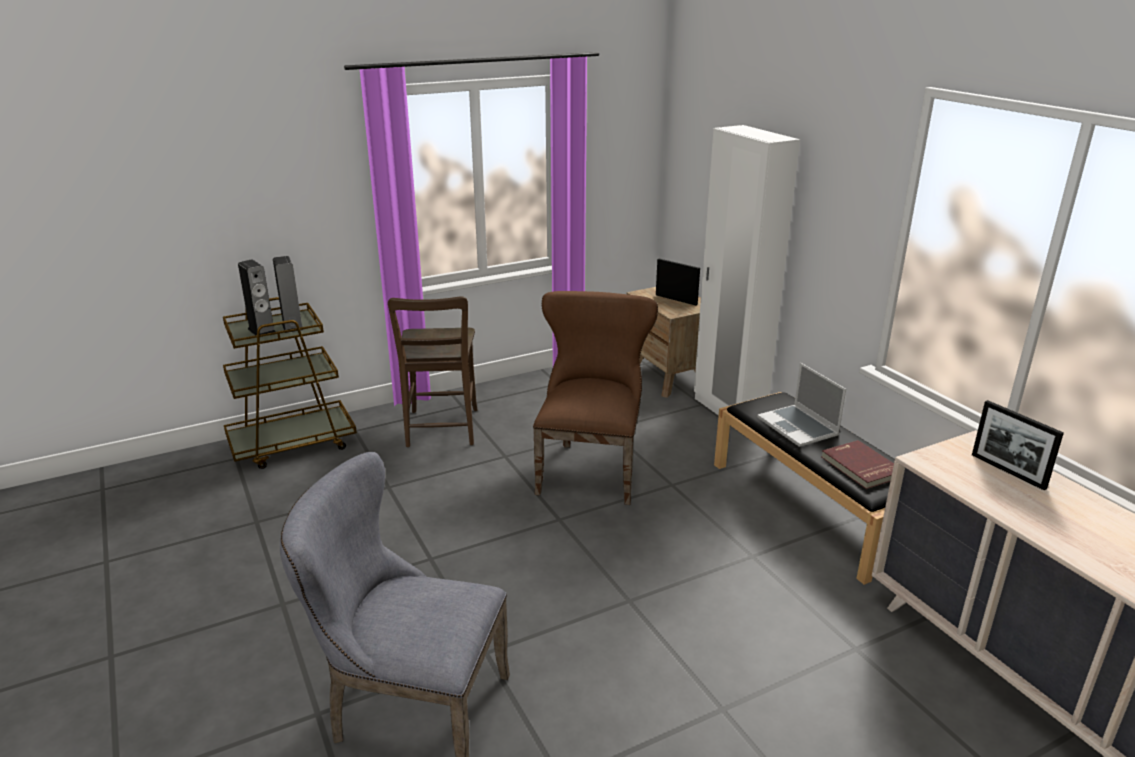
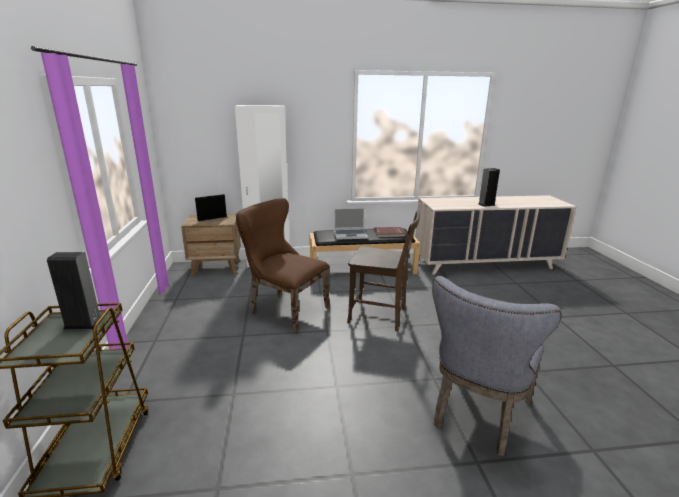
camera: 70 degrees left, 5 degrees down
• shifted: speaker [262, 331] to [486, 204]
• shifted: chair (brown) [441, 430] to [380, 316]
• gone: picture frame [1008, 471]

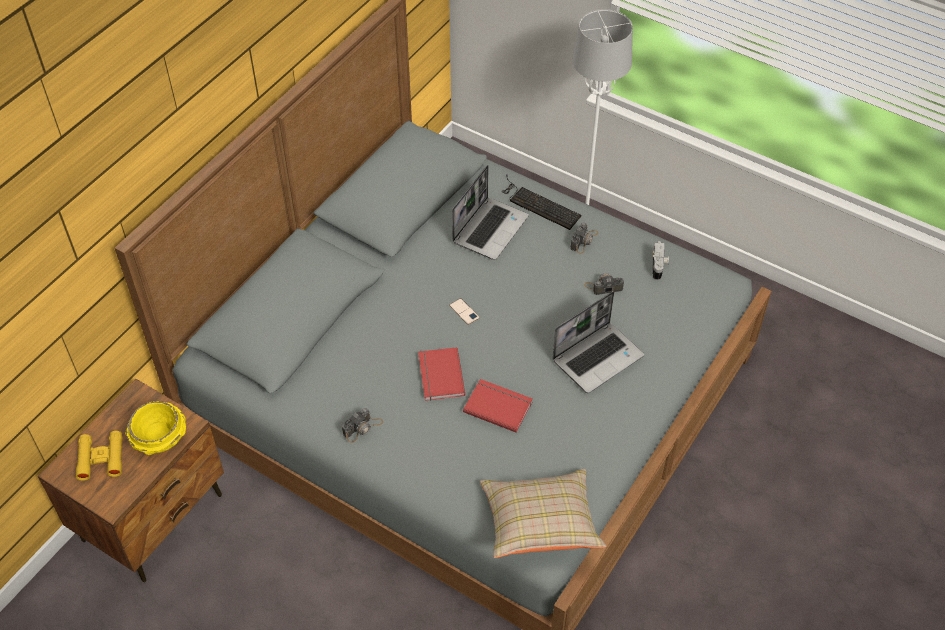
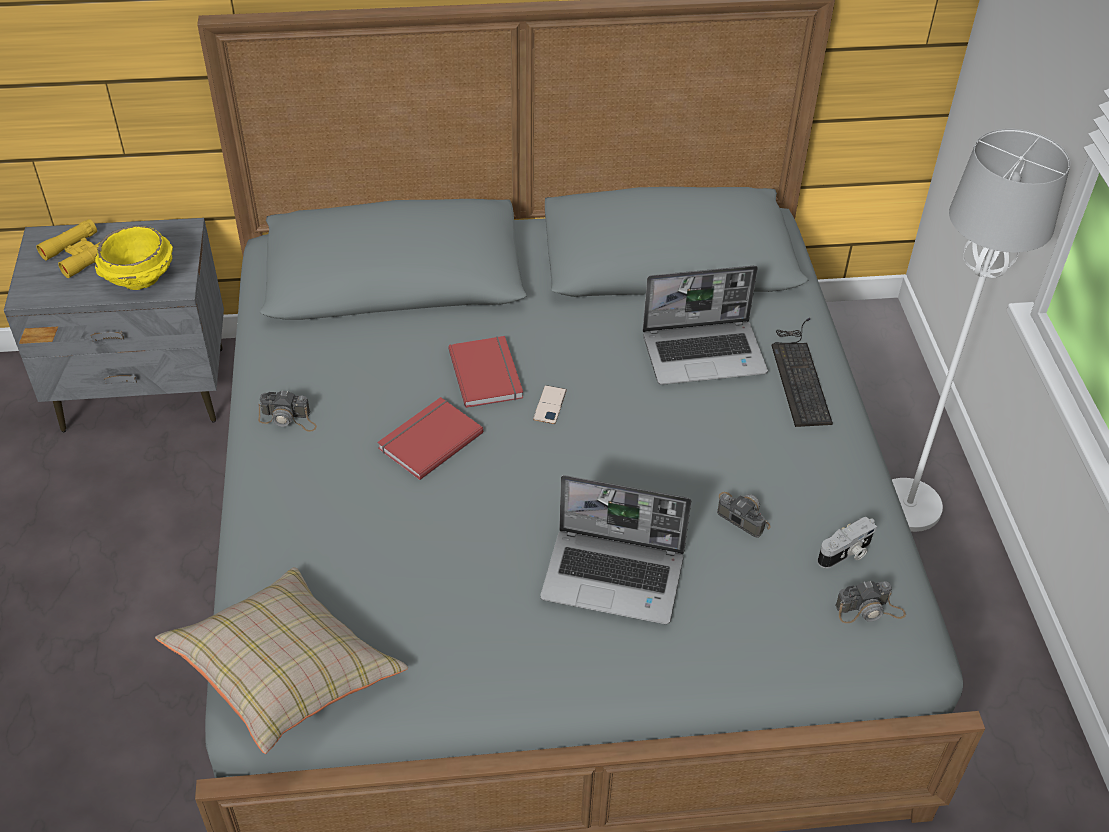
camera: 50 degrees right, 5 degrees down
• shifted: photo camera [584, 240] to [869, 610]
• repainted: nightstand (brown) [154, 517] to nightstand (grey) [145, 390]
• shifted: book (red) [498, 405] to [488, 373]

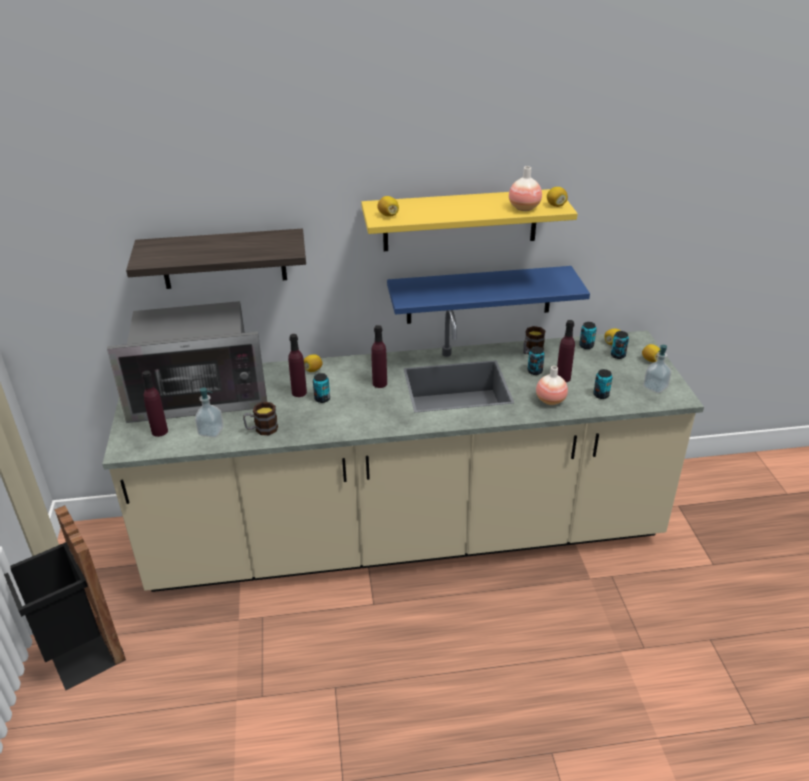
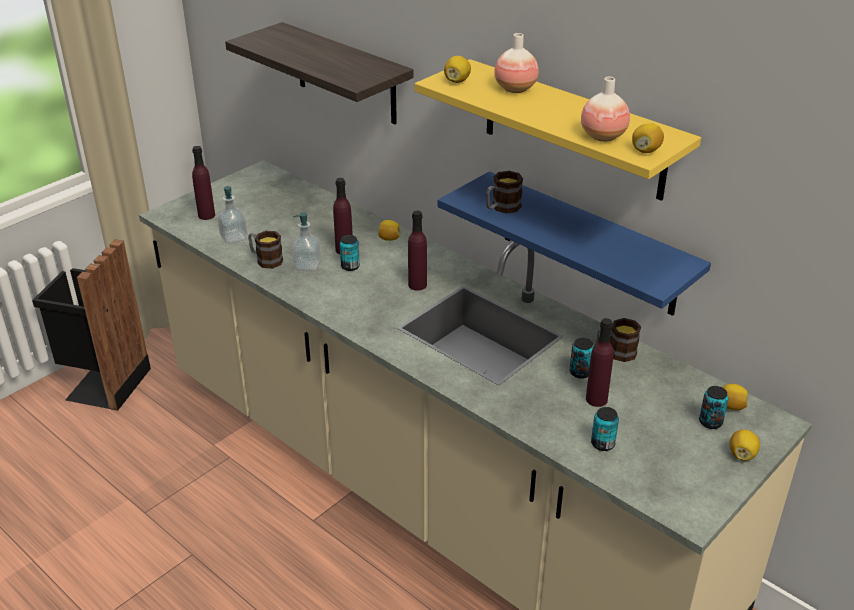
camera: 50 degrees right, 0 degrees up
• gone: microwave [199, 394]
• gone: can [586, 346]
• shifted: soap dispenser [655, 387] to [307, 265]
• shifted: vase [550, 400] to [515, 89]
• new: mug [501, 208]

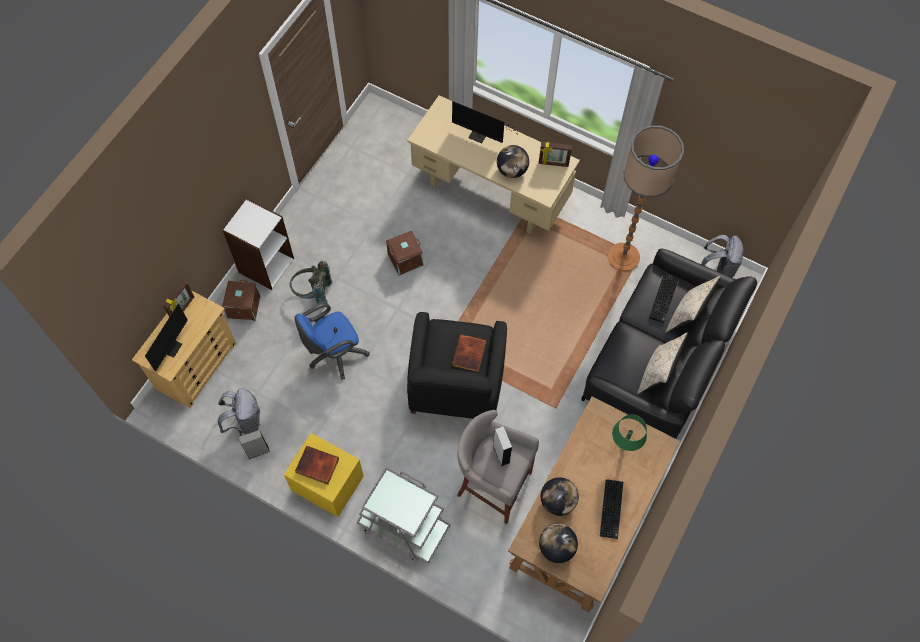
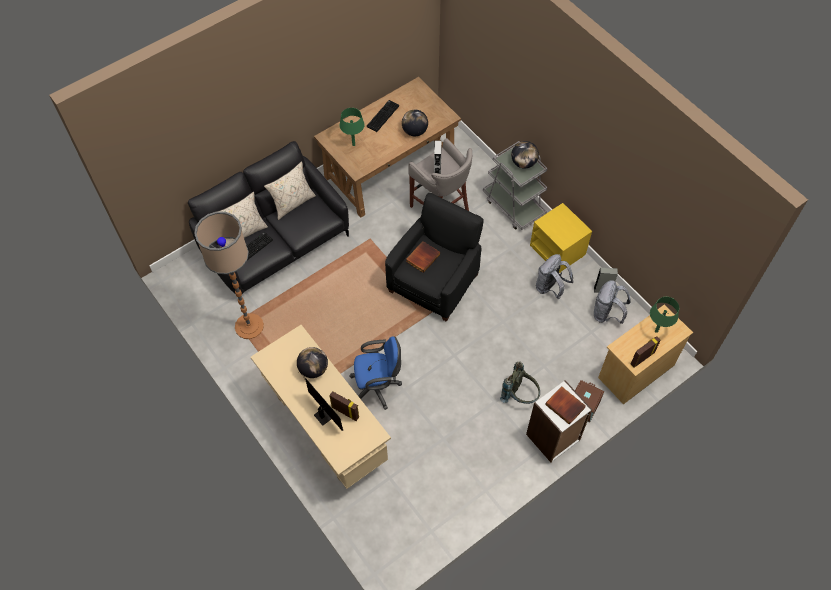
camera: 155 degrees left, 5 degrees down
• shifted: picture frame [553, 163] to [345, 412]
• gone: storage box (brown) [405, 259]
• shifted: backpack (grey) [717, 270] to [550, 288]
• swapped: monitor [173, 345] to table lamp (green) [656, 331]
• shifted: office chair (blue) [334, 354] to [377, 387]
• shifted: book [316, 466] to [565, 406]
• shifted: globe [556, 547] to [523, 163]

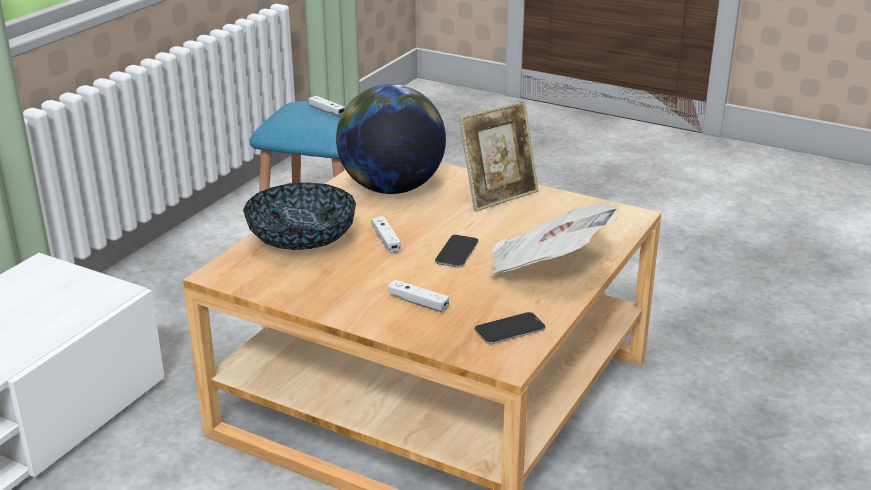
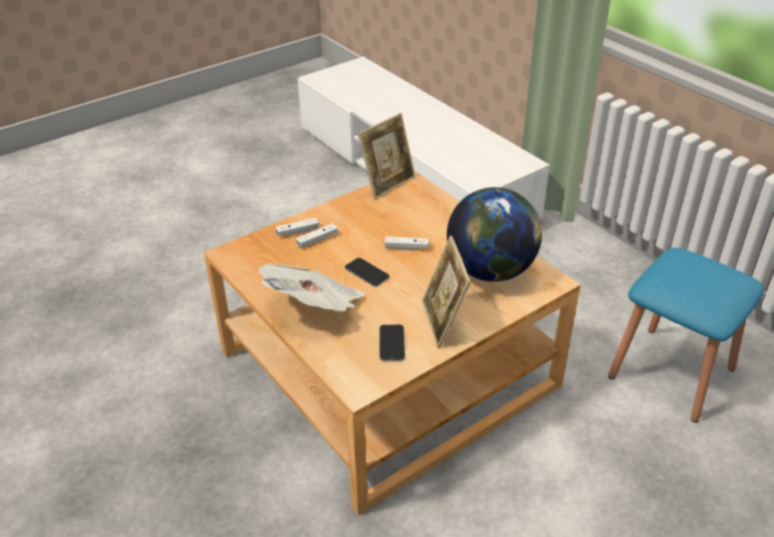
camera: 115 degrees right, 10 degrees up
• shifted: game controller (white) [327, 111] to [297, 231]
• gone: bowl [302, 241]
• shifted: phone [510, 330] to [392, 343]
• new: picture frame [388, 184]

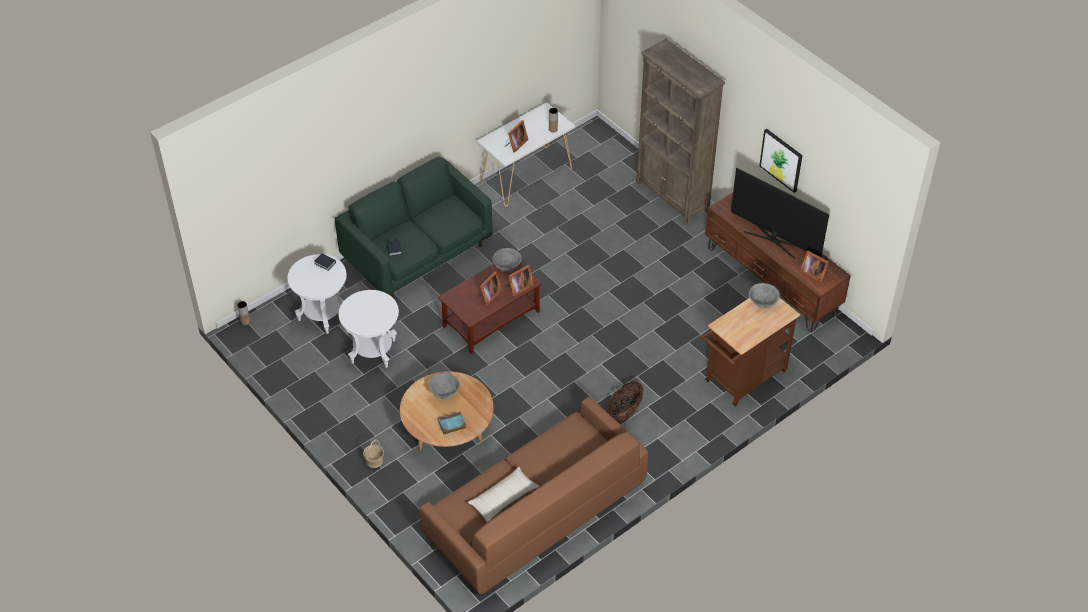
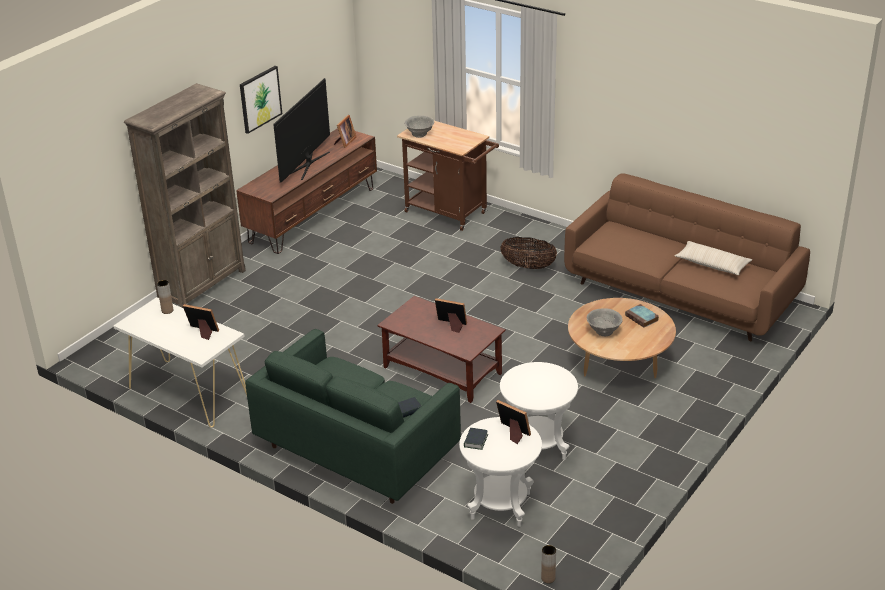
camera: 105 degrees left, 15 degrees down
• gone: bowl (grey) [507, 267]
• shifted: picture frame [519, 288] to [513, 433]
• gone: basket [374, 460]

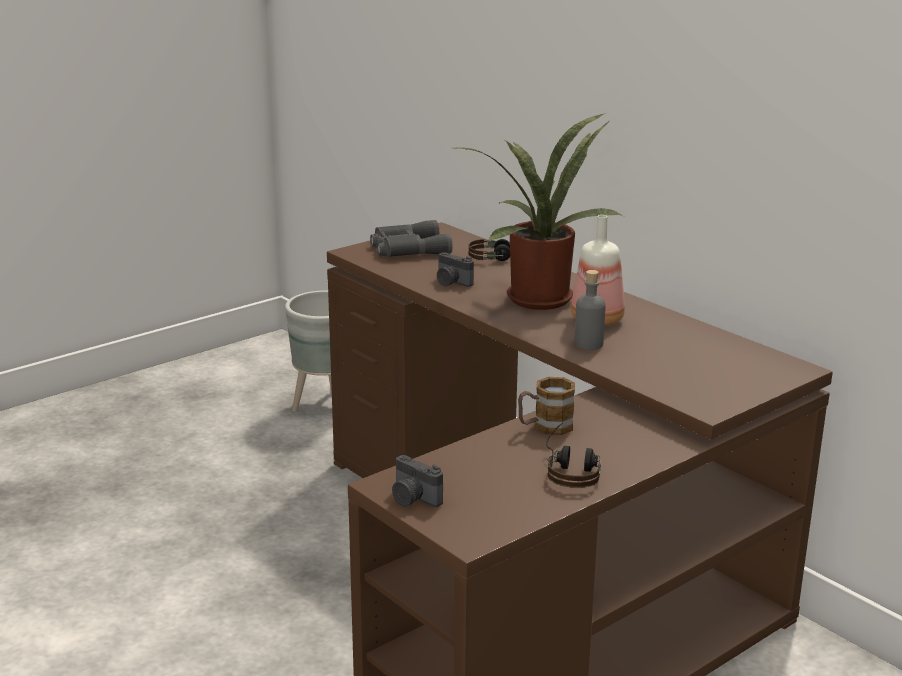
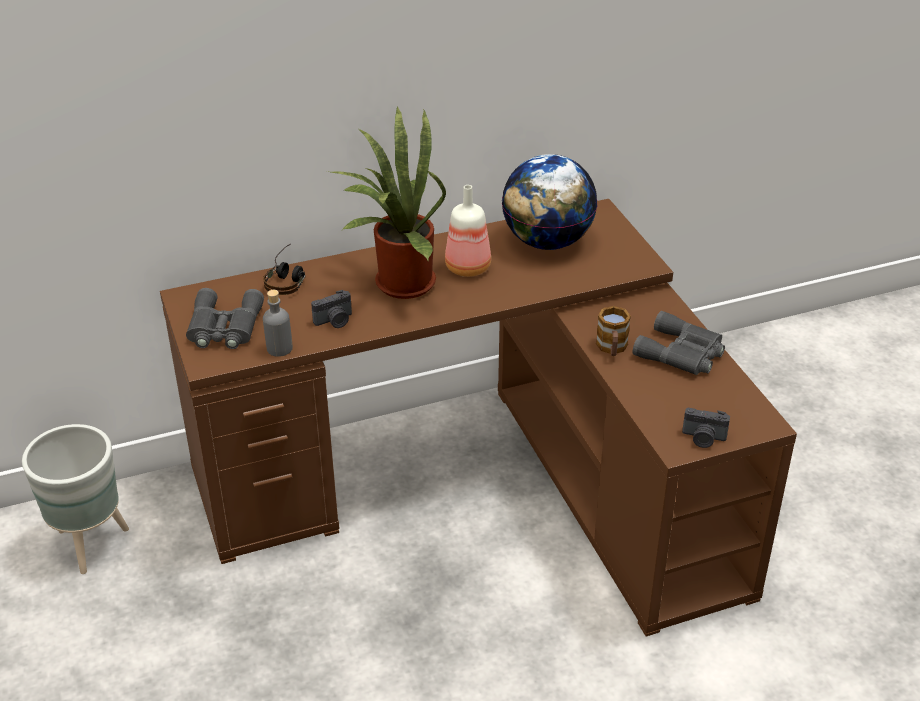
camera: 70 degrees left, 15 degrees up
• shifted: bottle (grey) [588, 344] to [279, 348]
• swapped: headphones [572, 469] to binoculars (grey) [682, 353]
• rotated: photo camera [413, 499] = [703, 438] 45 degrees clockwise
• new: globe [547, 242]

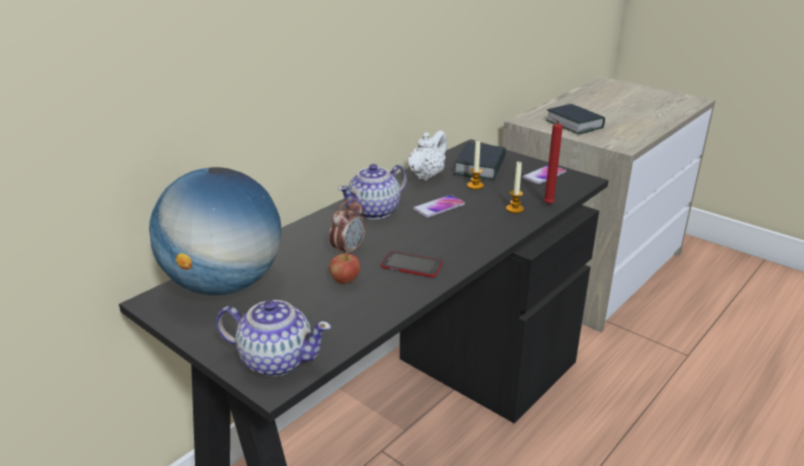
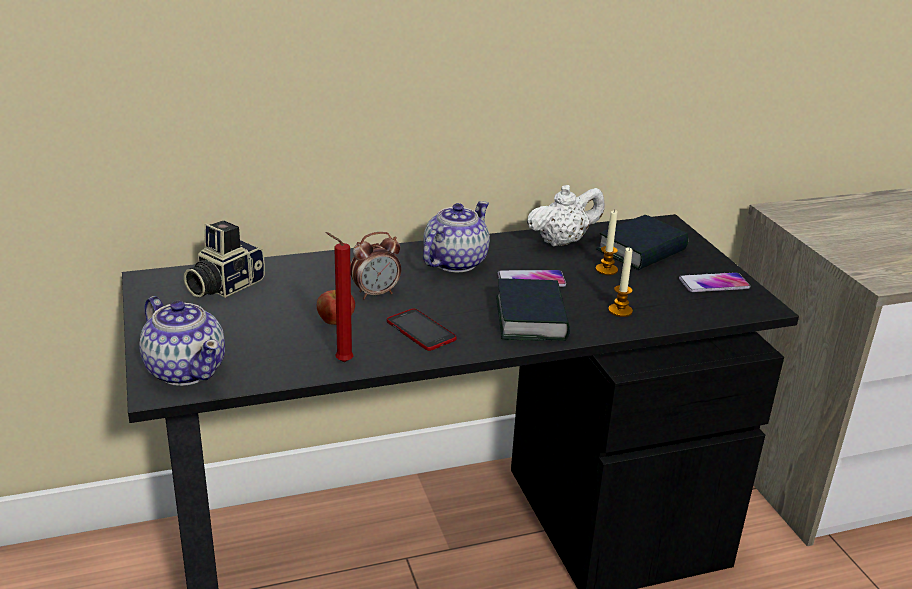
camera: 30 degrees right, 0 degrees up
• shifted: book [574, 124] to [531, 318]
• shifted: candle (red) [547, 205] to [341, 362]
• rotated: teapot [375, 211] = [454, 262] 135 degrees clockwise
• swapped: globe [224, 284] to photo camera [223, 286]

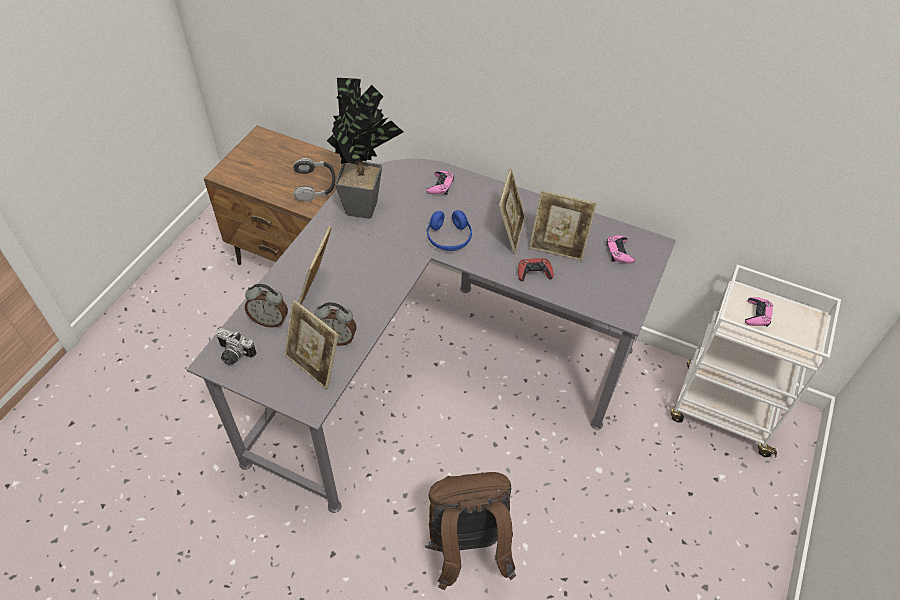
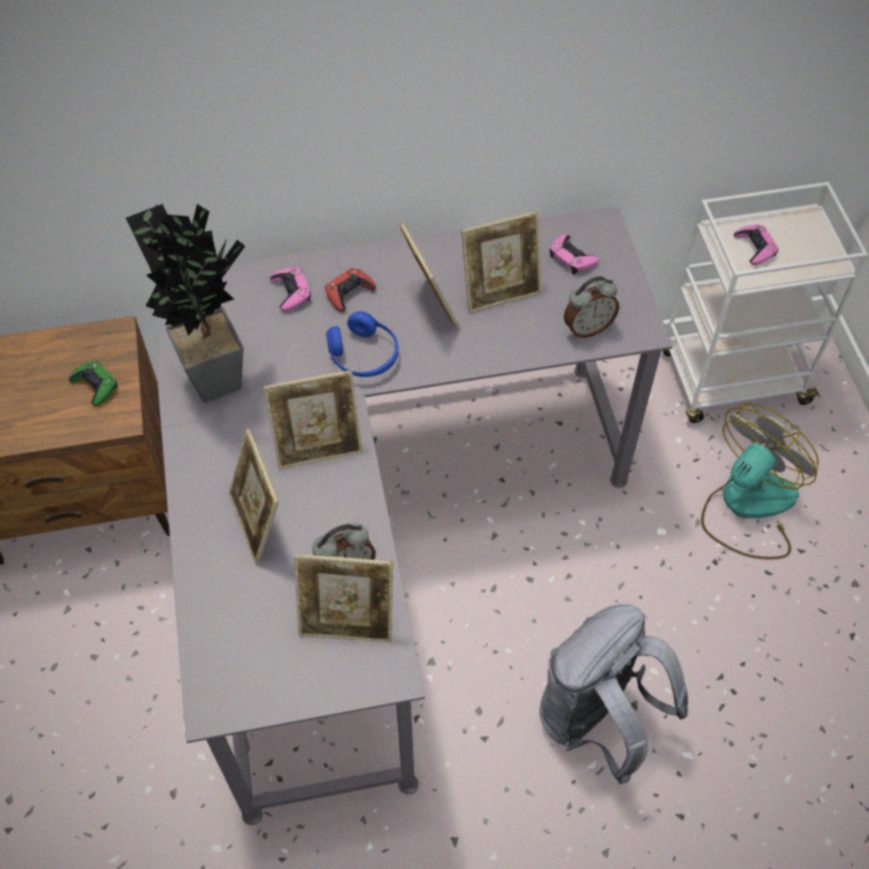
camera: 35 degrees left, 5 degrees up
• swapped: headphones [315, 185] to game controller (green) [95, 386]
• shifted: game controller (red) [534, 272] to [349, 293]
• shifted: alarm clock [270, 320] to [587, 328]
• gone: photo camera [233, 355]
• repainted: backpack (brown) [467, 549] to backpack (grey) [597, 720]
• new: picture frame [318, 447]
• new: fan [747, 507]

